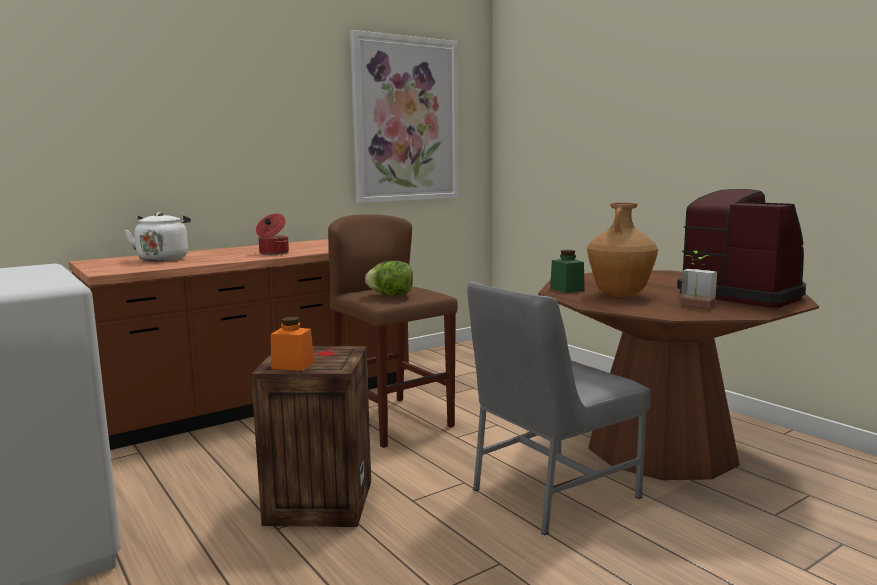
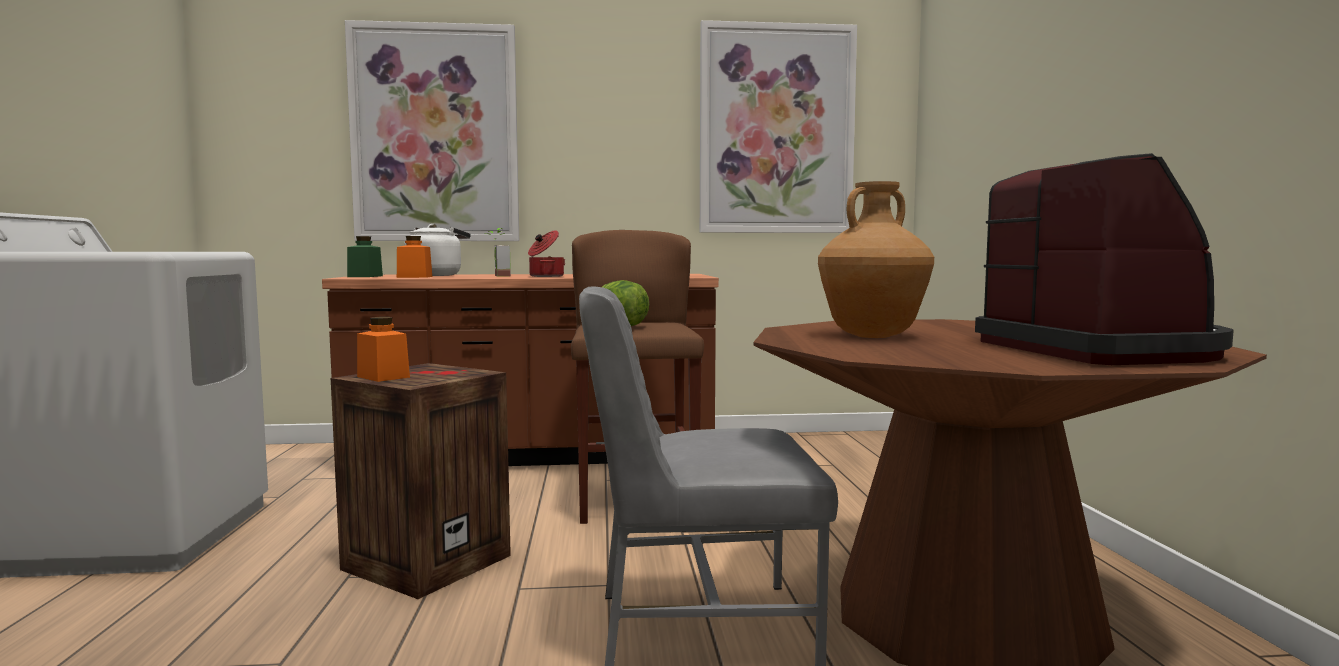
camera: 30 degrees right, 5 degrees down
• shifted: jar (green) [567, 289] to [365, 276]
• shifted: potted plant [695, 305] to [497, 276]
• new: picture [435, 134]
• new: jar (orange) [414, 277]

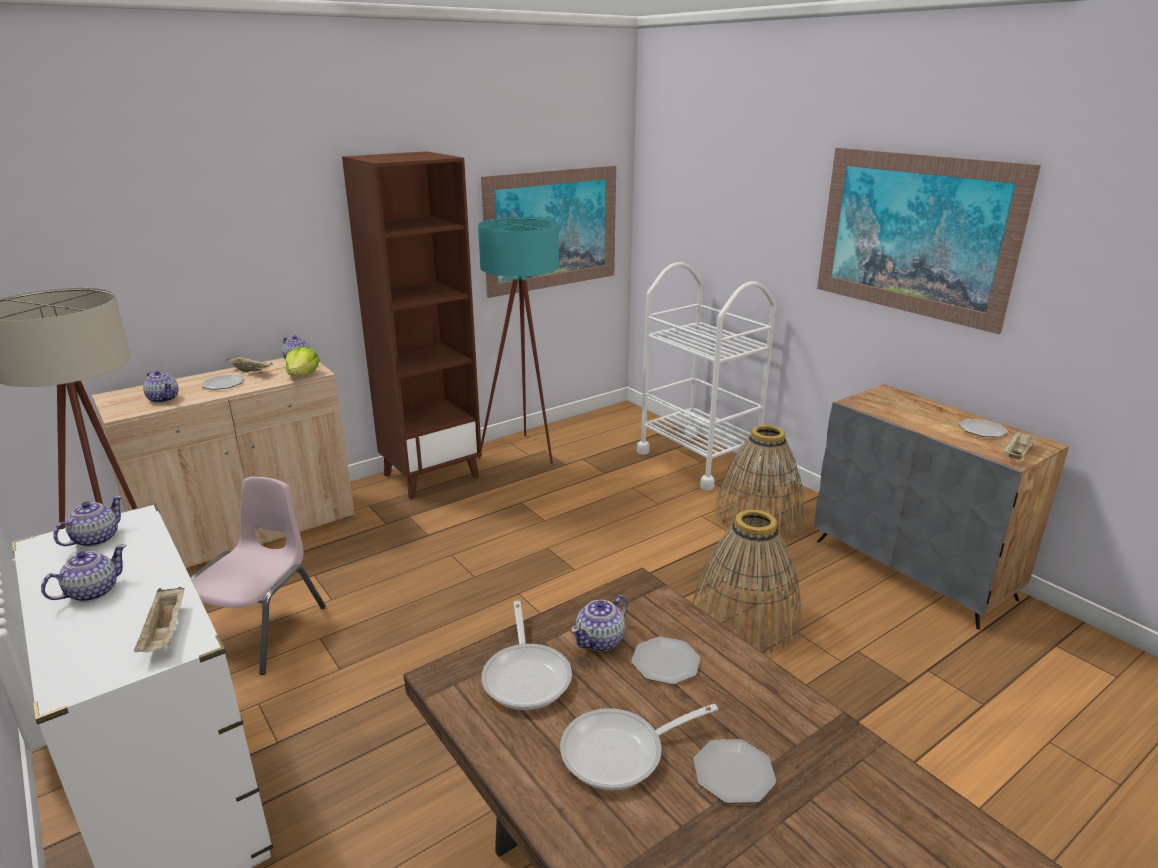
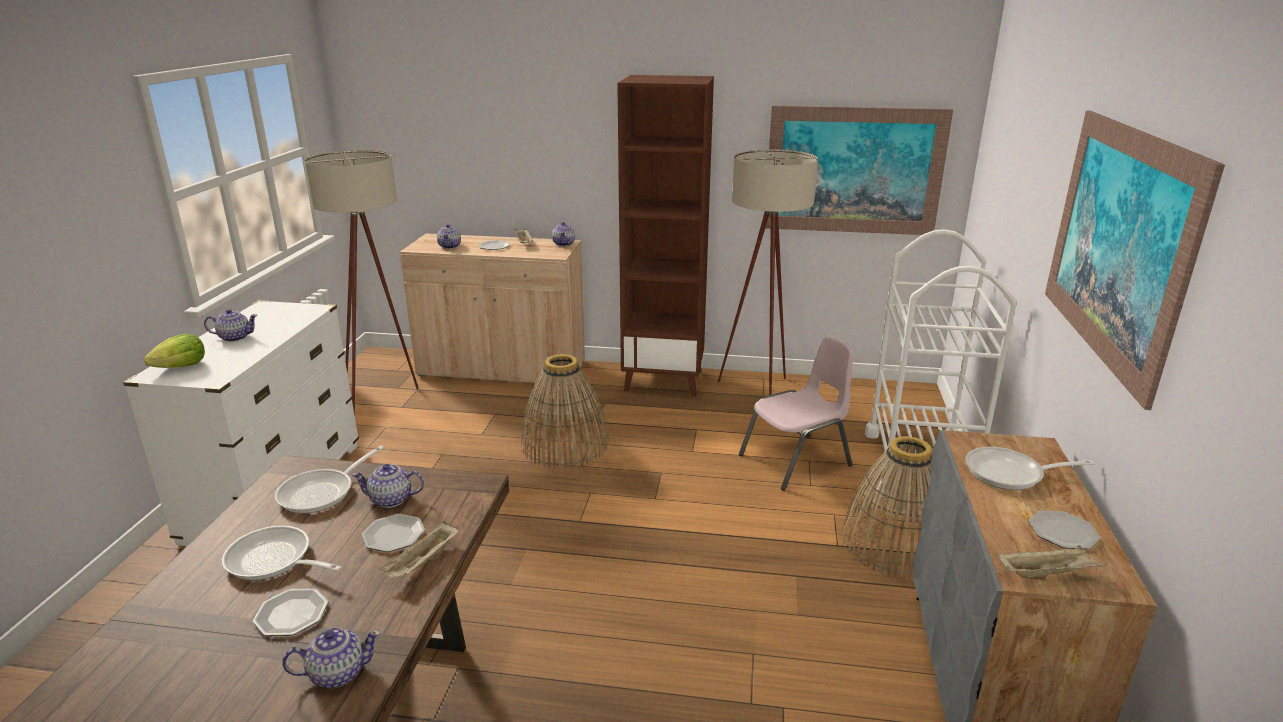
camera: 45 degrees right, 0 degrees up
• repainted: floor lamp (turquoise) [525, 455] to floor lamp (beige) [759, 394]
• shifted: lettuce [303, 375] to [181, 366]
• shifted: chair (pink) [260, 630] to [796, 461]
• shifted: teapot [95, 539] to [337, 673]
• shifted: basket [745, 617] to [565, 445]
• shifted: tray (beige) [166, 633] to [423, 563]
• new: frying pan [1011, 474]

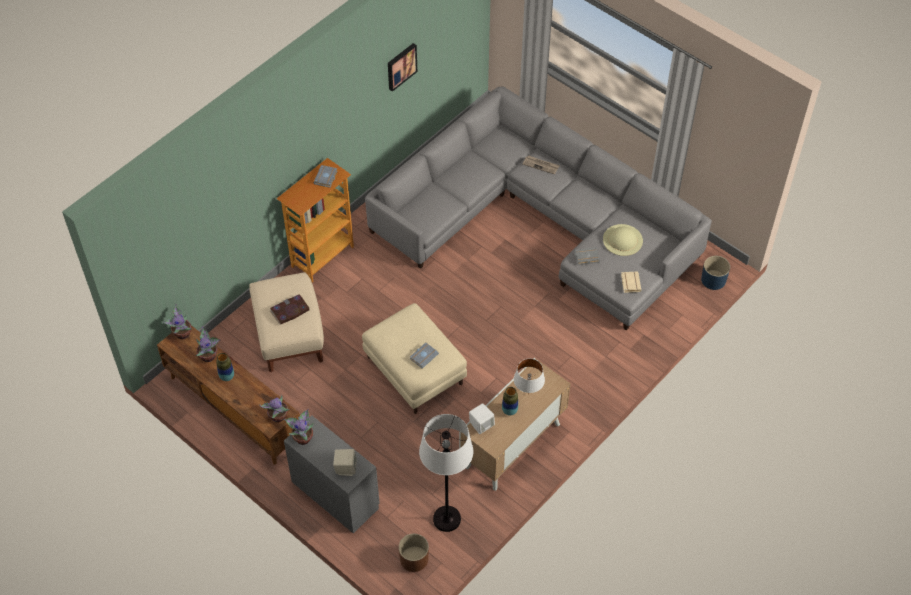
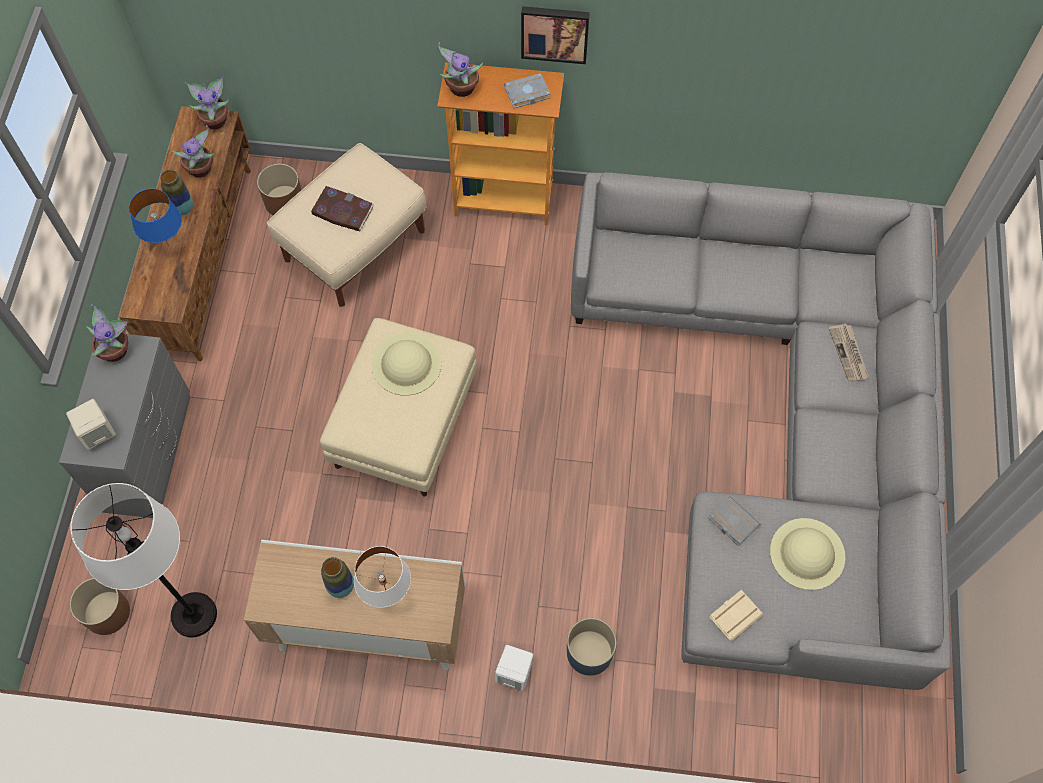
camera: 55 degrees right, 10 degrees up
• shifted: picture [401, 66] to [555, 32]
• shifted: planter (blue) [713, 280] to [589, 653]
• gone: book (grey) [423, 356]
• shifted: potted plant [278, 417] to [460, 88]
• shifted: speaker (white) [481, 425] to [514, 672]
• new: planter (brown) [283, 201]
• new: table lamp (blue) [168, 246]
• new: hat (beige) [406, 363]

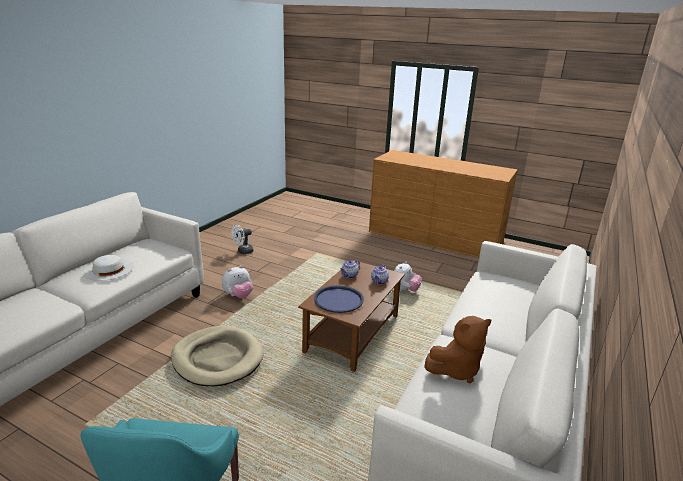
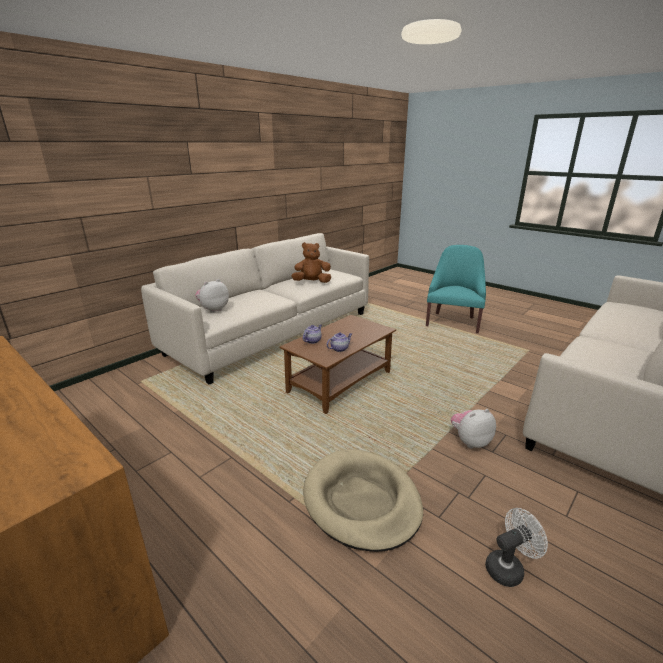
camera: 165 degrees left, 0 degrees up
• gone: hat (white) [108, 269]
• shifted: plush toy [404, 290] to [213, 309]
• gone: tray (blue) [338, 299]
• shifted: dog bed (beige) [217, 358] to [361, 501]

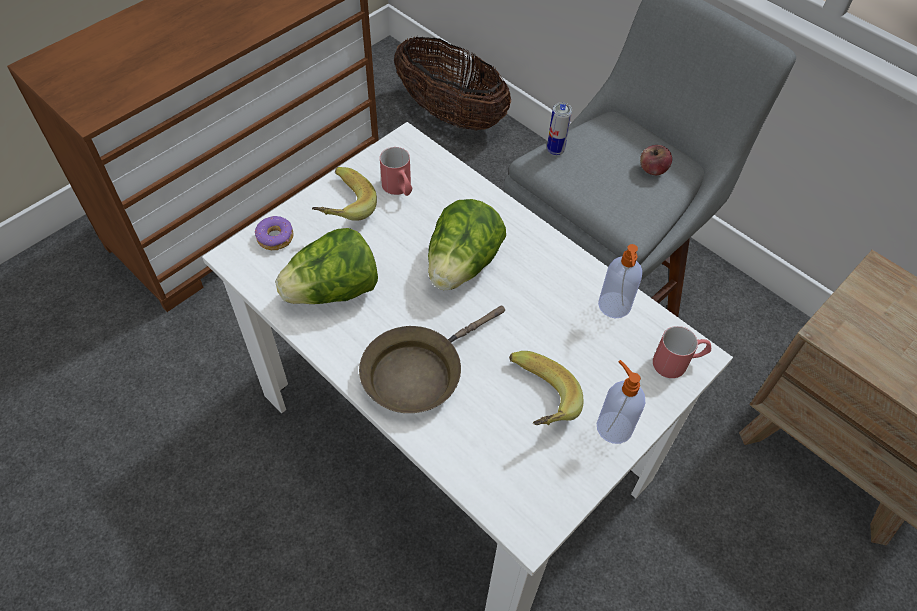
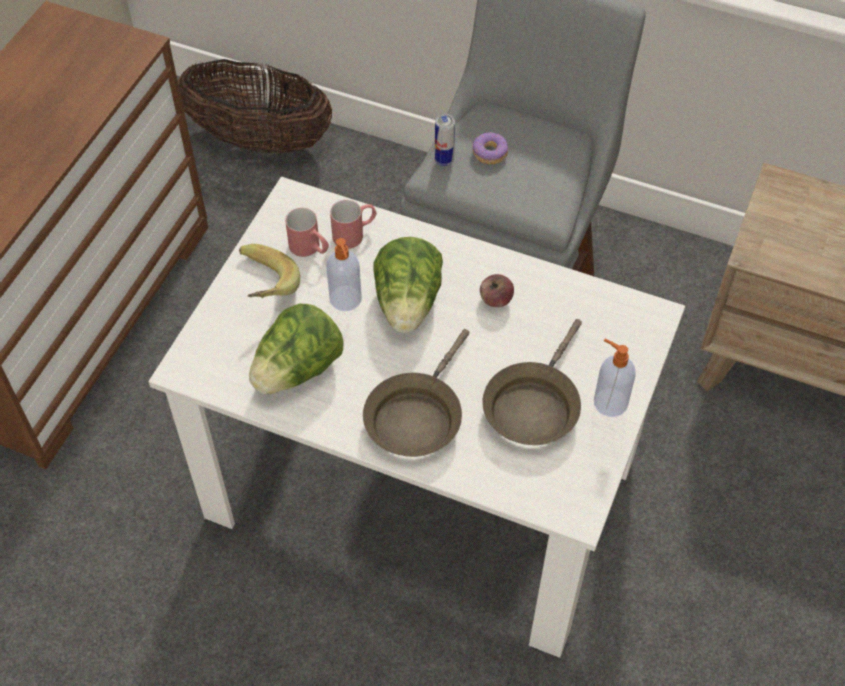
camera: 20 degrees left, 0 degrees up
• shifted: apple [652, 170] to [495, 300]
• shifted: donut [275, 238] to [490, 153]
• shifted: soap dispenser [614, 306] to [346, 300]
• shifted: mug (red) [678, 362] to [355, 233]
• swapped: banana [535, 402] to frying pan (brown) [533, 405]

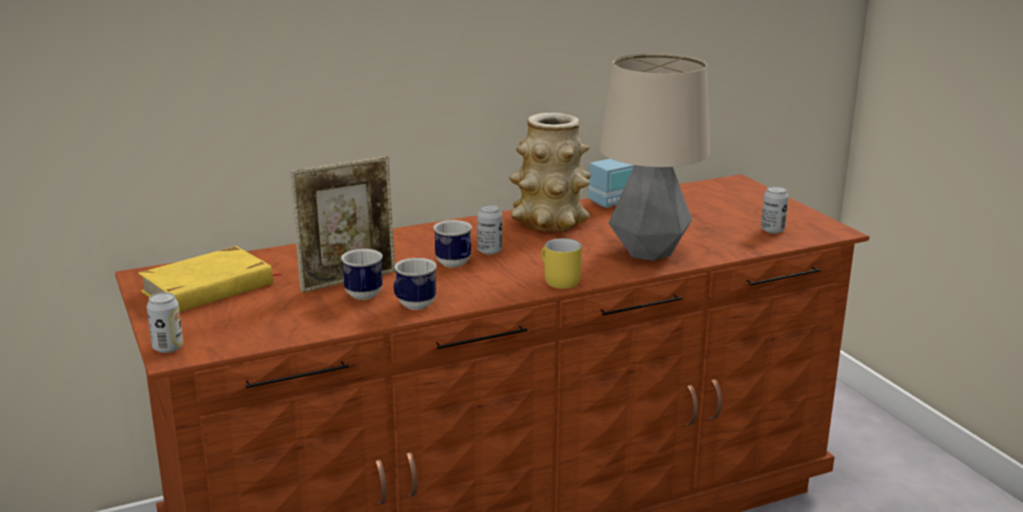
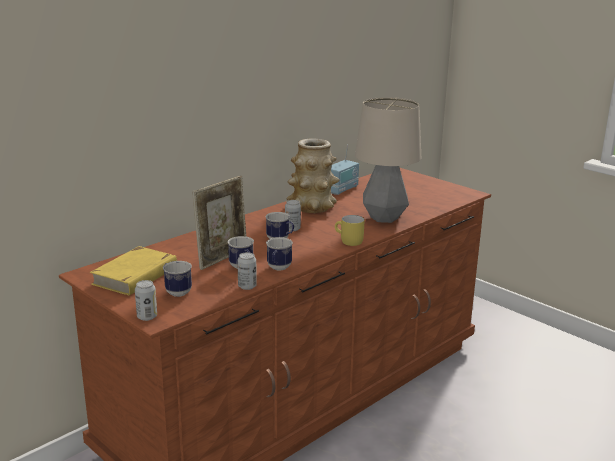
camera: 20 degrees left, 0 degrees up
• shifted: can [772, 230] to [247, 286]
• new: mug [176, 291]

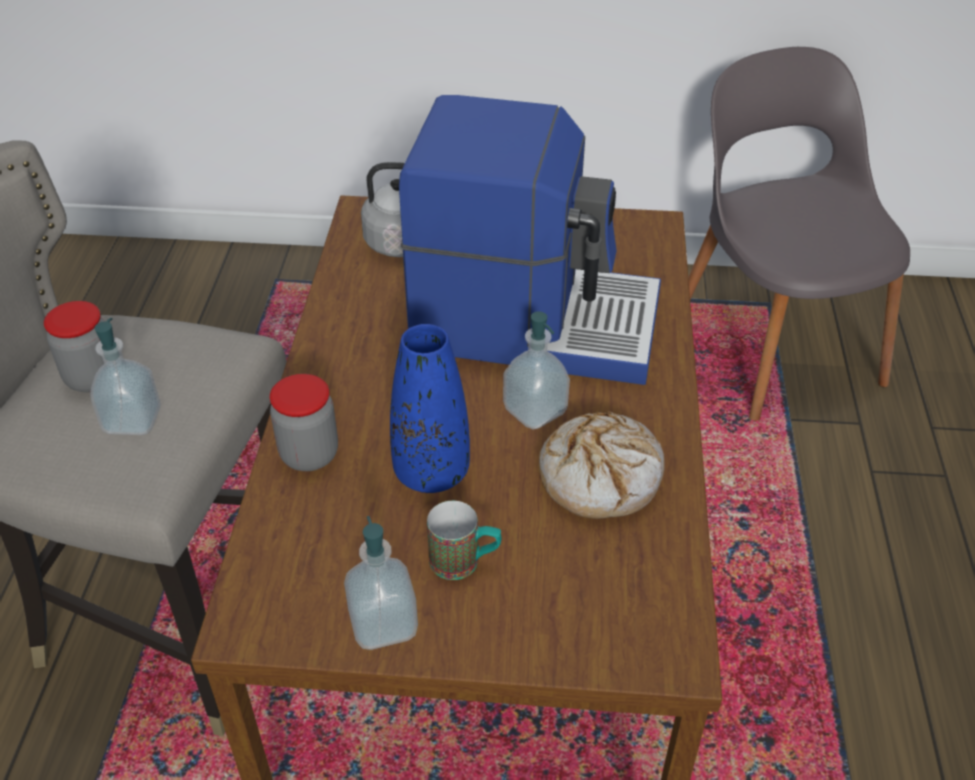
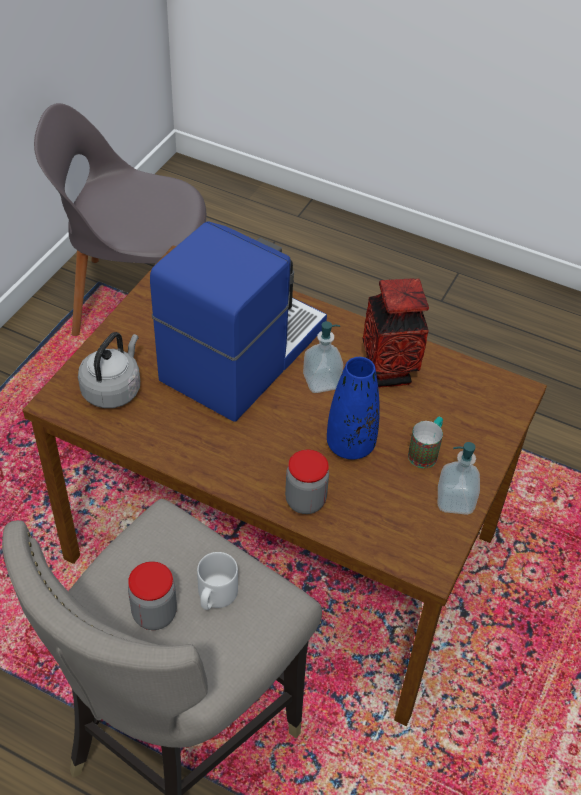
camera: 70 degrees left, 5 degrees up
• swapped: soap dispenser [132, 420] to mug (grey) [215, 596]
• swapped: bread [601, 476] to vase [388, 372]

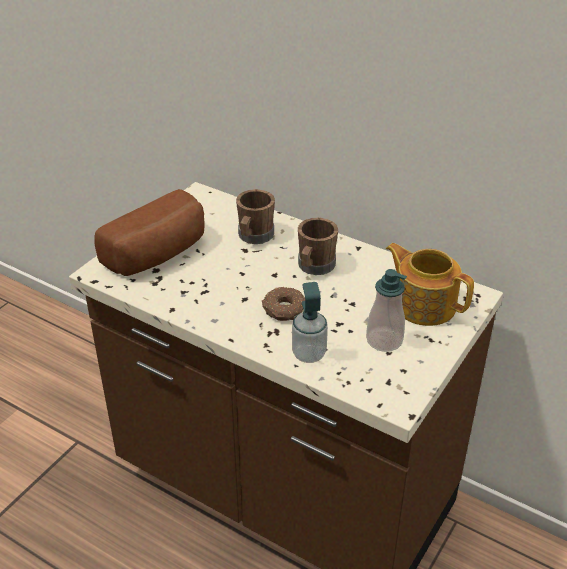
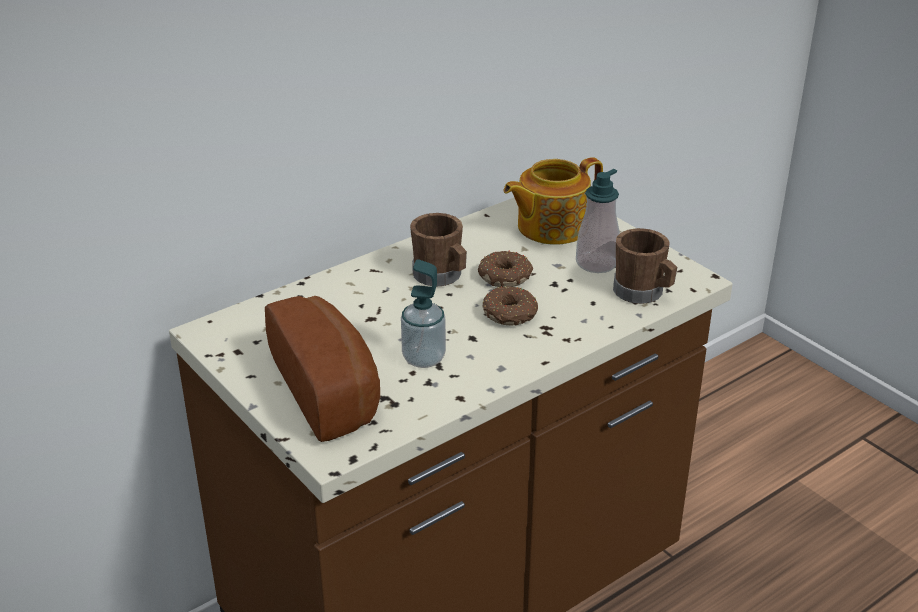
camera: 70 degrees left, 5 degrees down
• shifted: mug (brown) [254, 236] to [643, 293]
• shifted: soap dispenser [309, 354] to [423, 358]
• new: donut [506, 276]

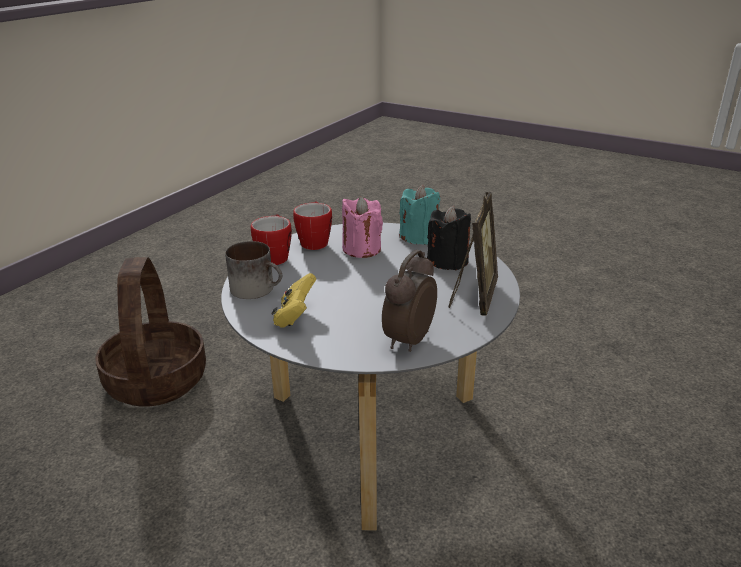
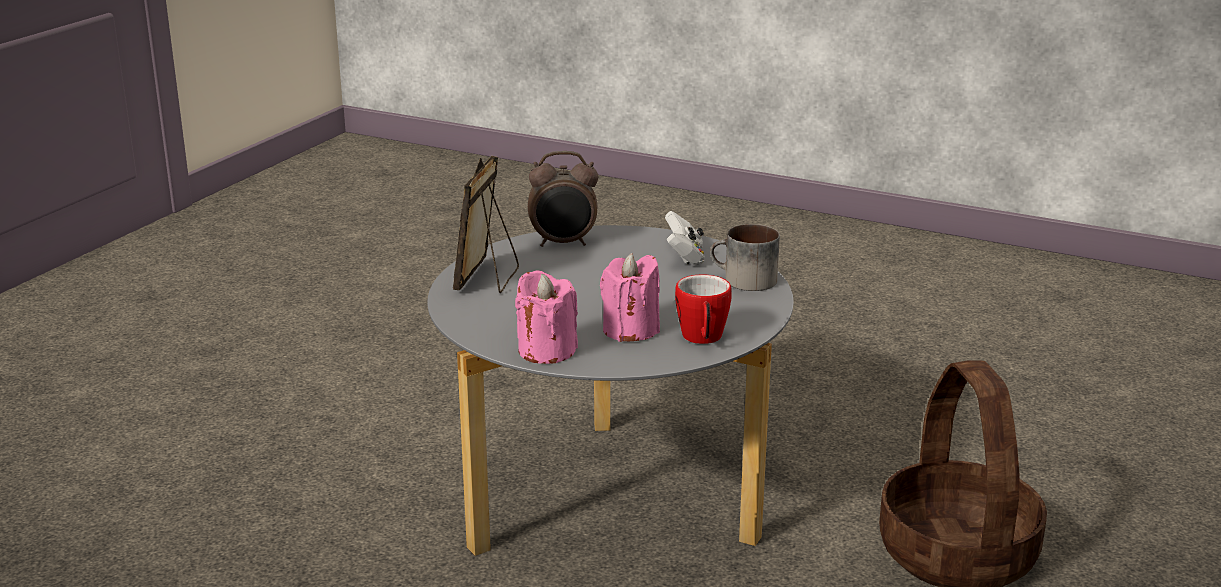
camera: 175 degrees right, 5 degrees down
• repainted: candle (turquoise) [419, 237] to candle (pink) [546, 351]
• gone: candle (black) [448, 261]
• gone: mug [275, 256]
• rotated: alarm clock [407, 340] = [563, 243] 60 degrees clockwise
• repainted: game controller (yellow) [295, 317] to game controller (white) [684, 257]

